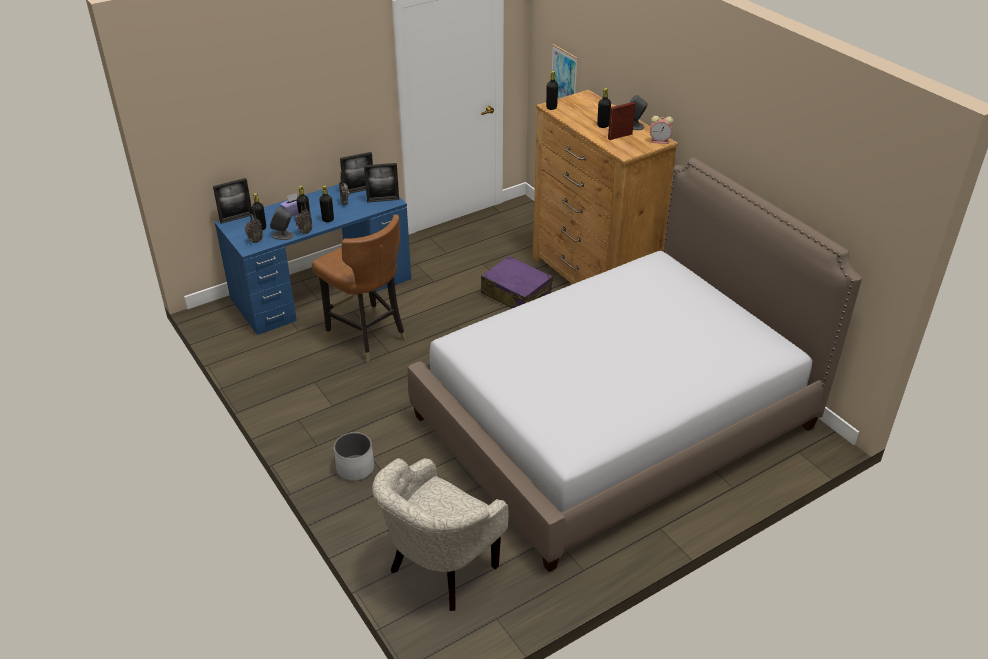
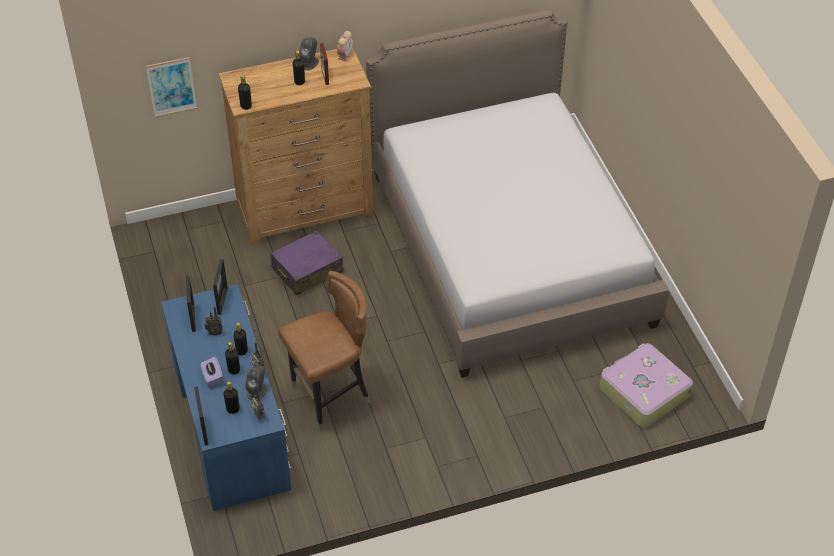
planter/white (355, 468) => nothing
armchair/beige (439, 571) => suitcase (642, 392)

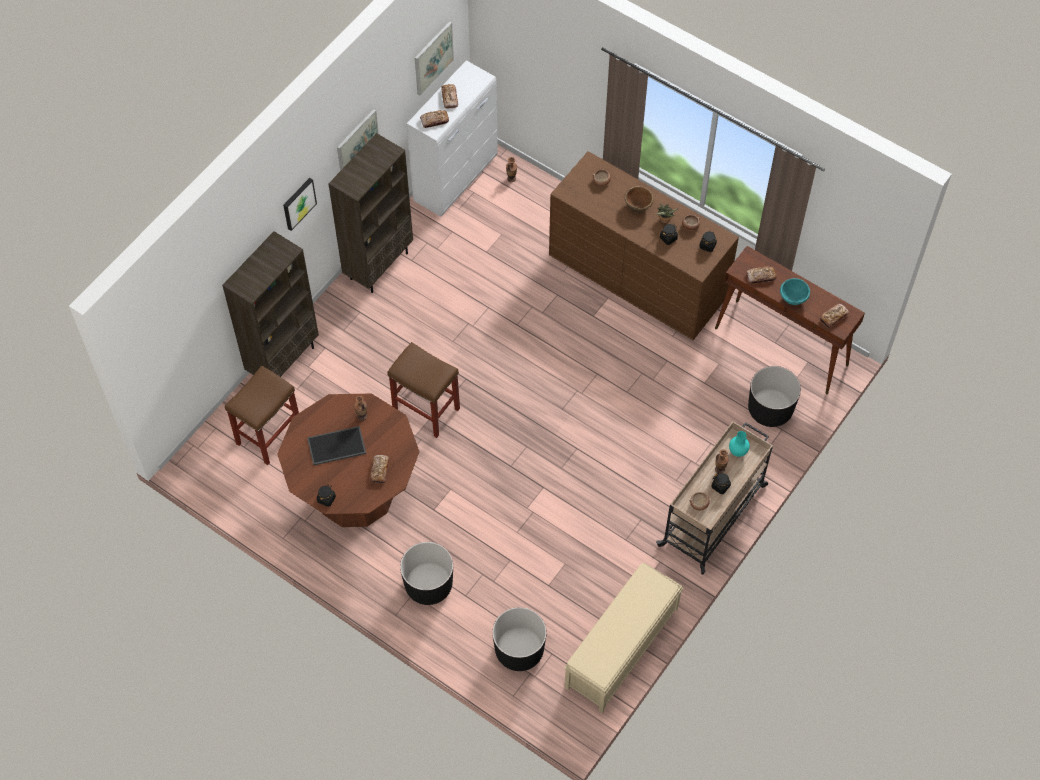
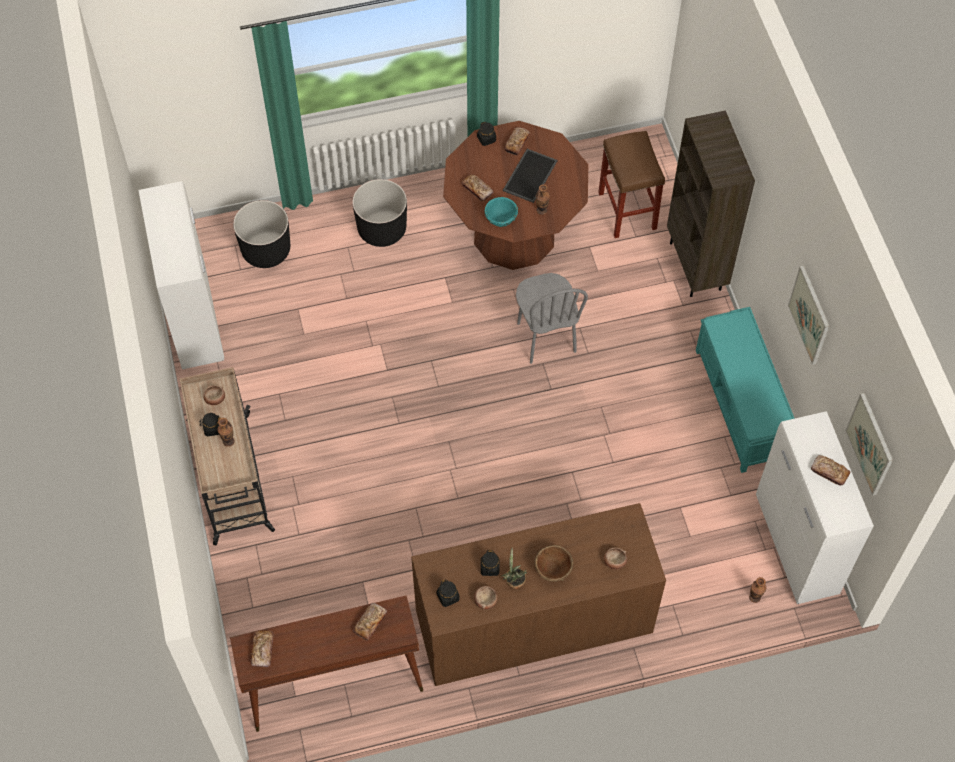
picture (298, 203) => nothing
bookcase/brown (378, 265) => bench/turquoise (741, 406)
stool/brown (427, 410) => chair/grey (545, 337)
bread (434, 121) => bread (517, 143), relocated
bench/beige (621, 649) => cabinet/white (194, 318)
vase/turquoise (738, 452) => nothing
planter/black (770, 409) => nothing
bowl/turquoise (793, 299) => bowl/turquoise (500, 220), relocated

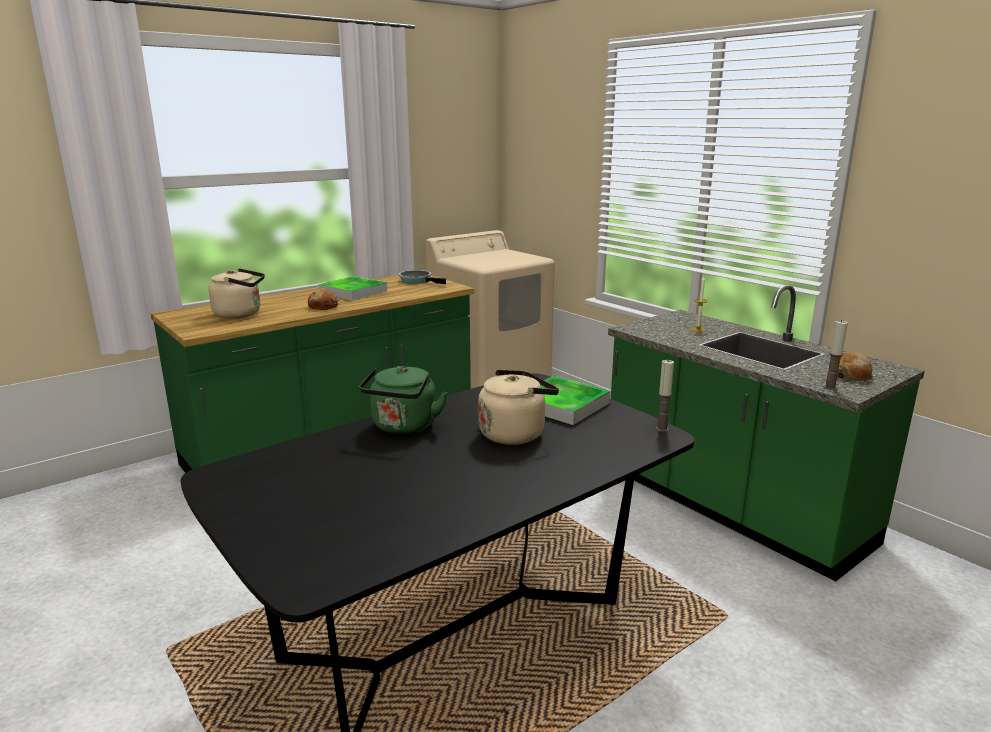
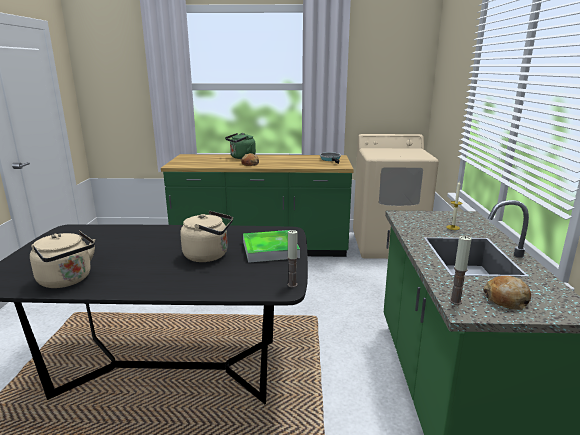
kettle/beige (241, 314) => kettle/beige (67, 280), relocated
tray (353, 292) => nothing
kettle/green (403, 427) => kettle/green (241, 158), relocated

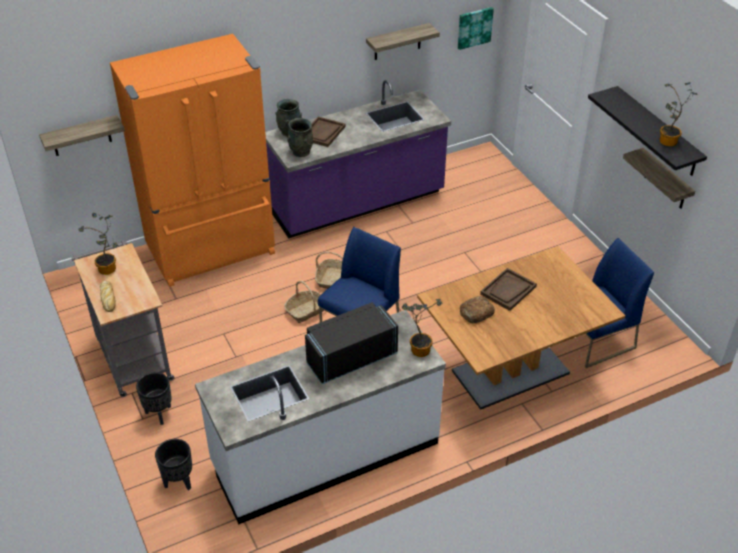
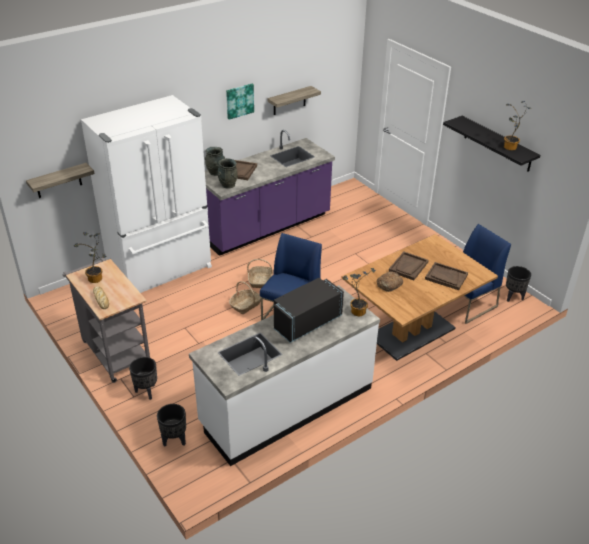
fridge/orange (212, 250) => fridge/white (161, 269)
picture (474, 27) => picture (239, 100), relocated
shelf (665, 180) => nothing
nothing => tray/brown (446, 277)
nothing => planter/black (513, 297)

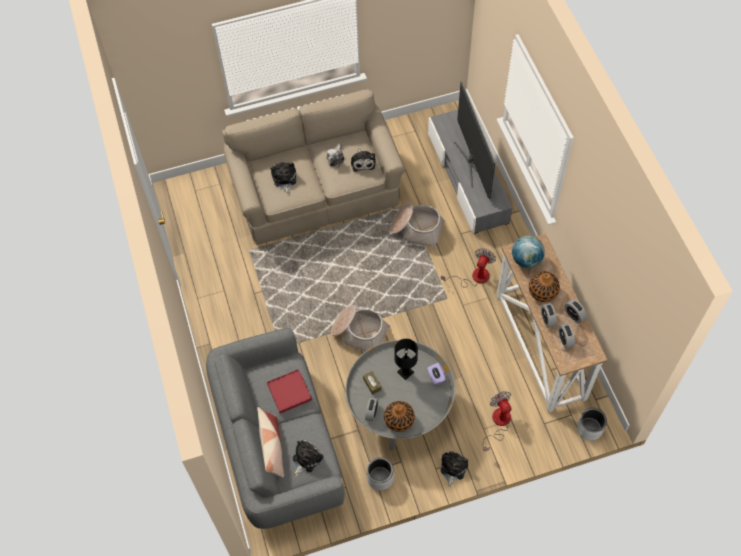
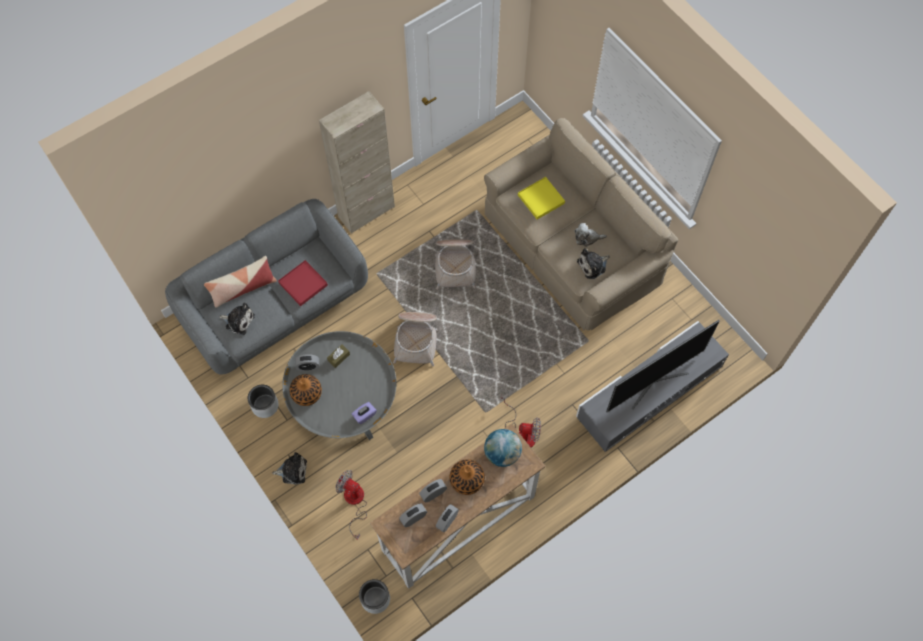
plush toy (284, 179) => tray/yellow (541, 199)
basket (416, 229) => basket (455, 265), relocated
table lamp/black (405, 372) => nothing
fan (498, 423) => fan (354, 502), 105 degrees counterclockwise
nothing => cabinet/beige (366, 212)

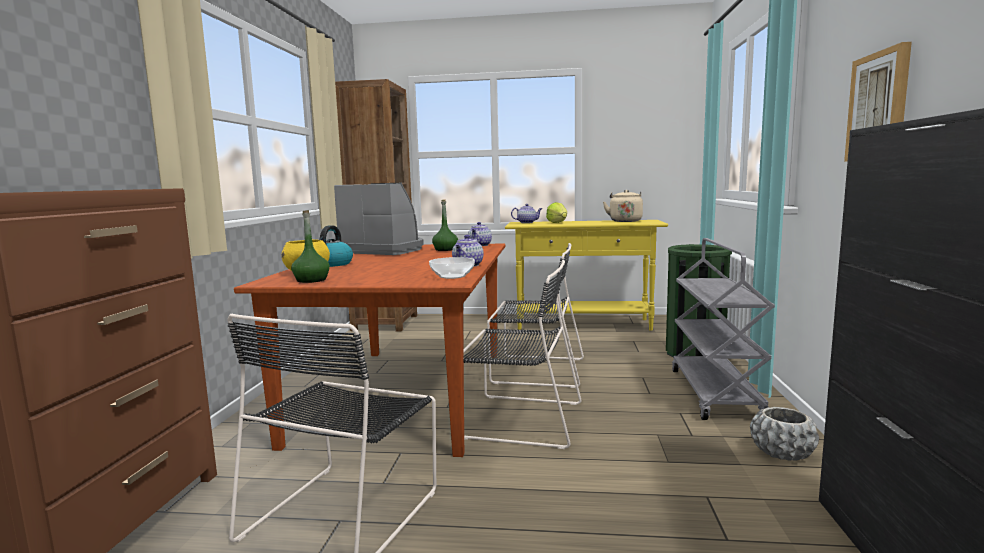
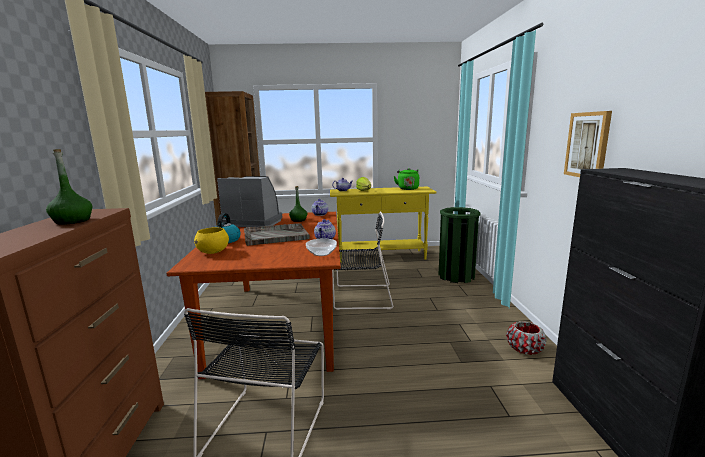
bottle/green (311, 280) => bottle/green (72, 221), relocated
chair/black (517, 419) => nothing
kettle/beige (625, 221) => kettle/green (407, 188)
cart/grey (715, 394) => nothing
planter/grey (781, 453) => planter/red (524, 349)
nothing => tray/grey (275, 235)

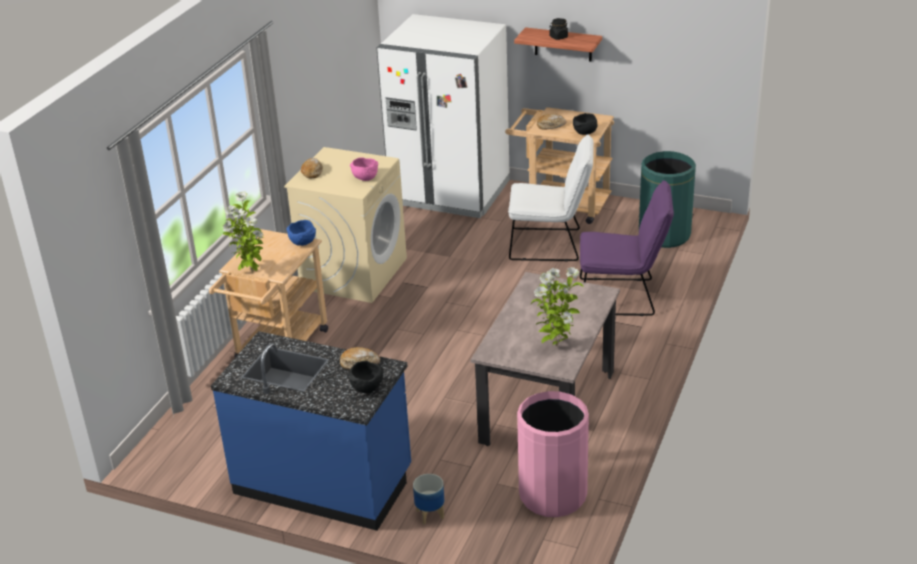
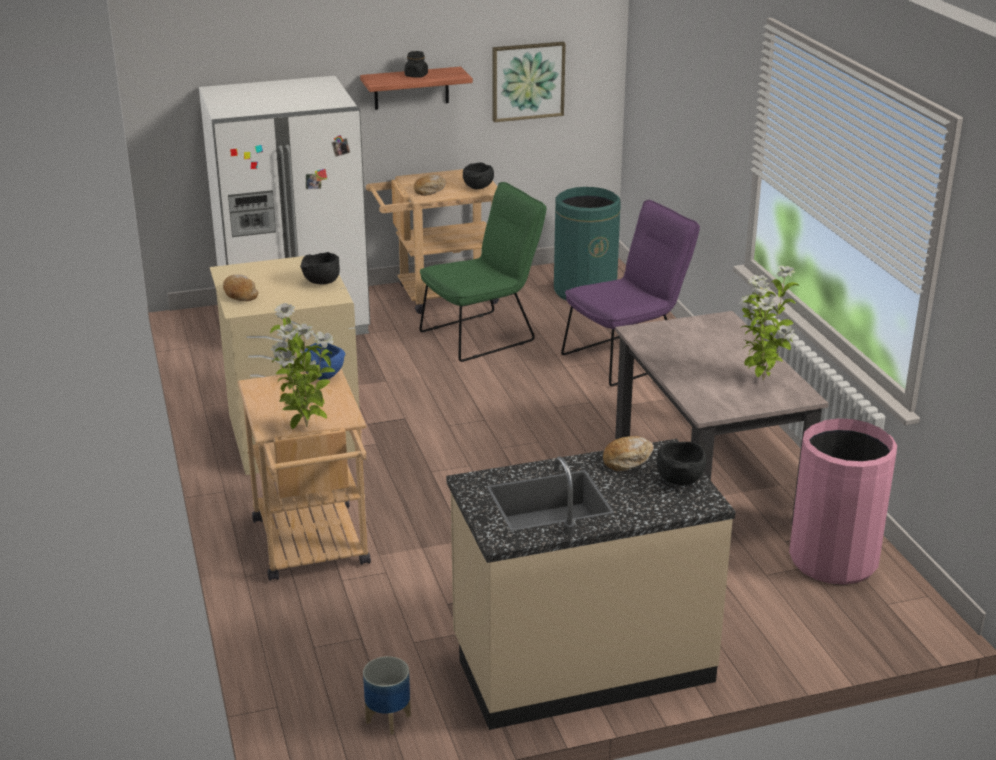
counter/blue (324, 482) => counter/beige (581, 662)
bowl/pink (364, 178) => bowl/black (321, 282)
planter (429, 514) => planter (388, 719), relocated
chair/white (551, 245) => chair/green (484, 335)
nothing => picture (527, 81)

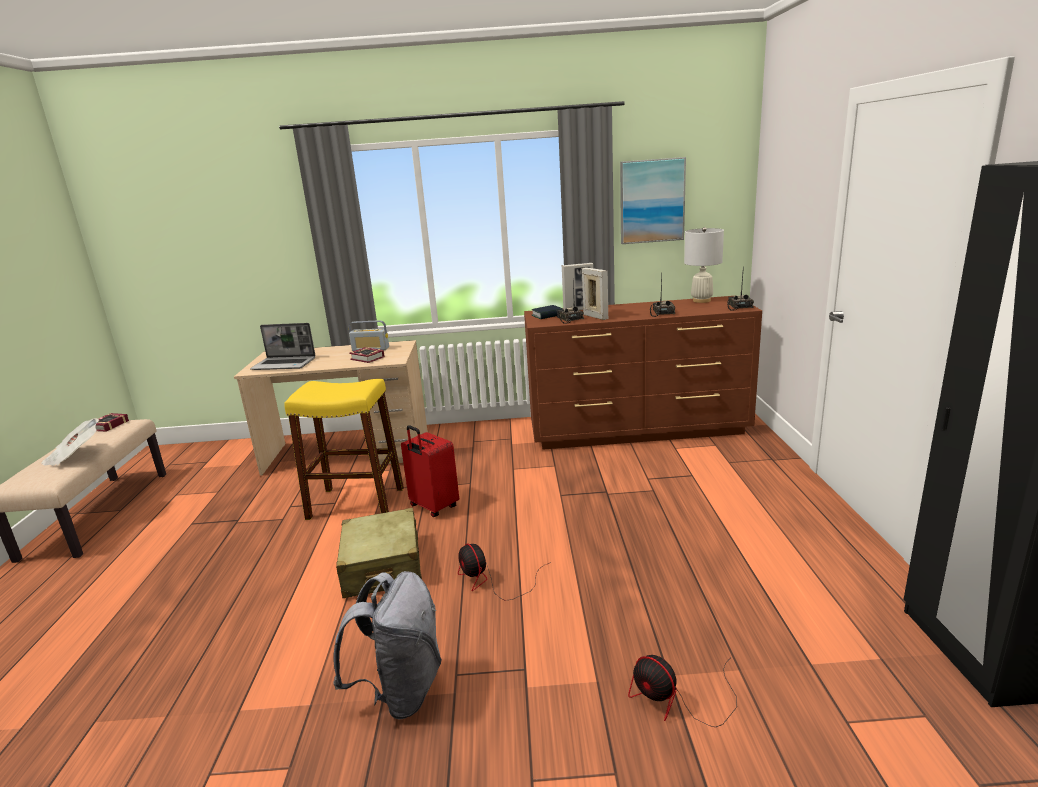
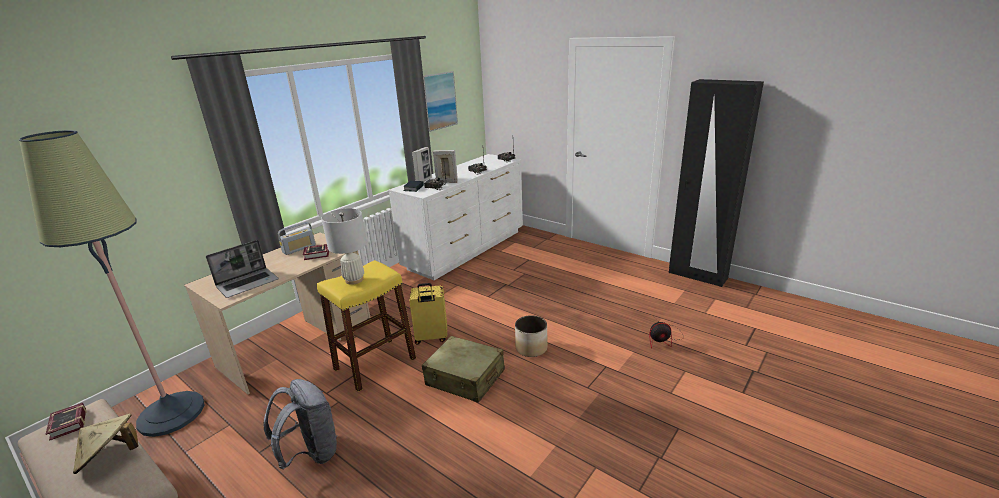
newspaper (75, 456) => hat/beige (111, 457)
backpack/grey (401, 691) => backpack/grey (311, 453), relocated
suitcase/red (433, 507) => suitcase/yellow (431, 338)
fan (491, 581) => planter (531, 348)
dresser/brown (638, 430) => dresser/white (467, 249)
table lamp/white (701, 300) => table lamp/white (354, 280), relocated
nothing => floor lamp (171, 414)

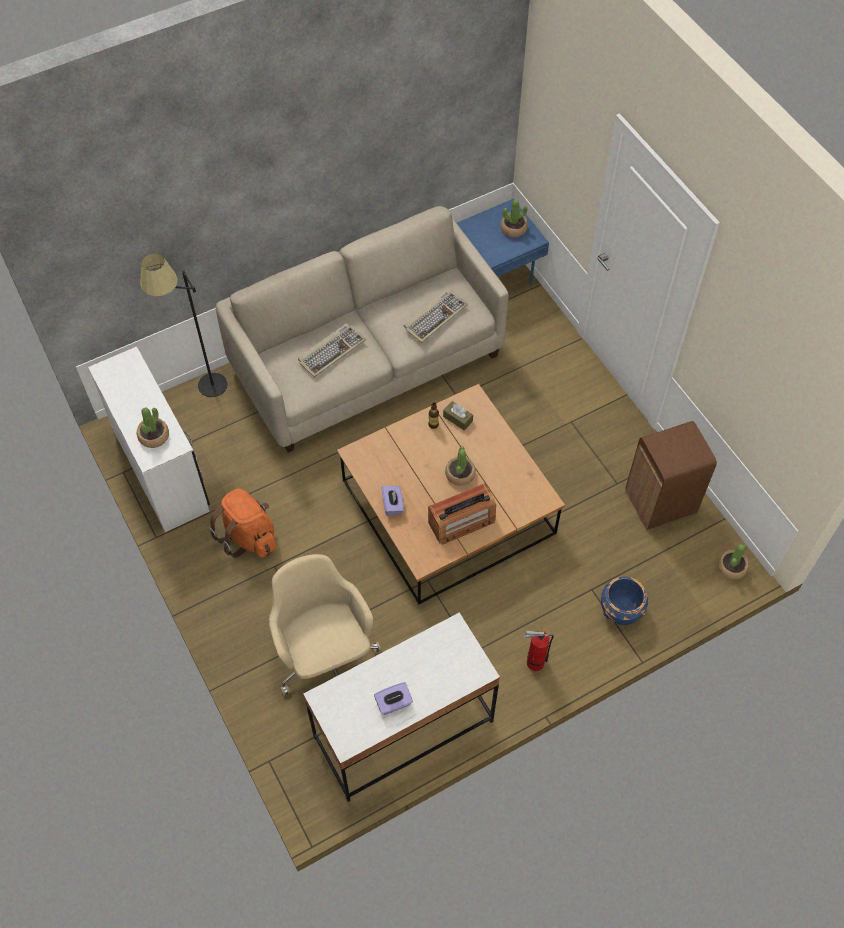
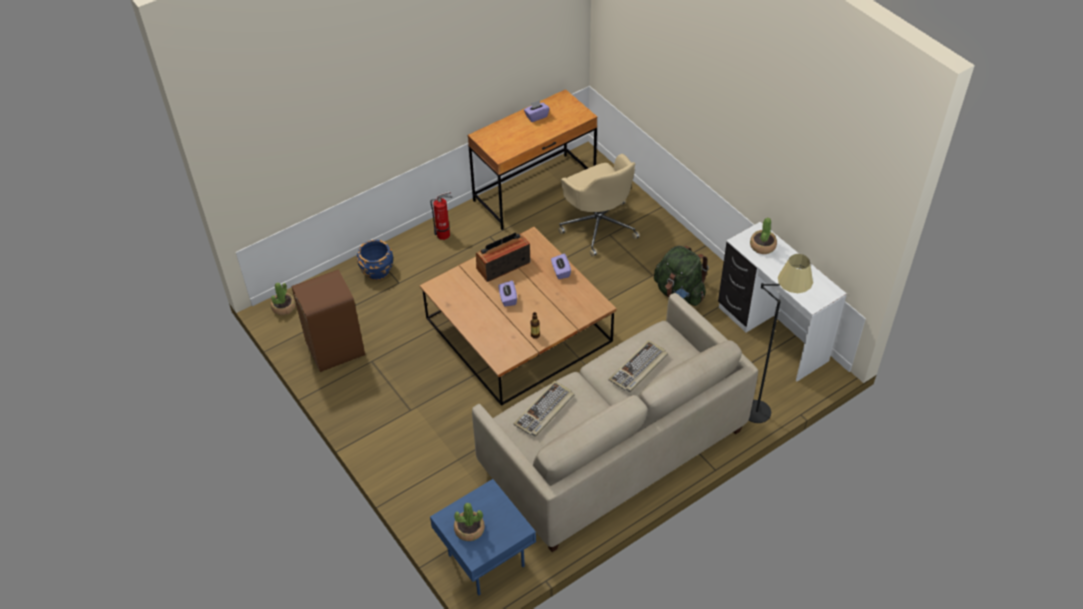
backpack/orange (248, 536) => backpack/green (679, 293)
desk/white (403, 729) => desk/brown (535, 191)
tissue box/brown (457, 419) => nothing
potted plant (460, 474) => tissue box/purple (508, 299)

